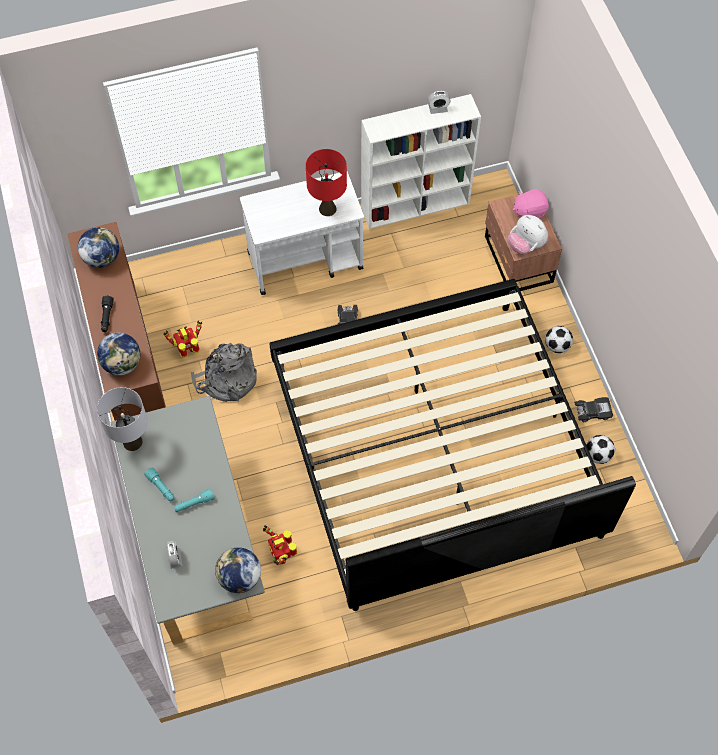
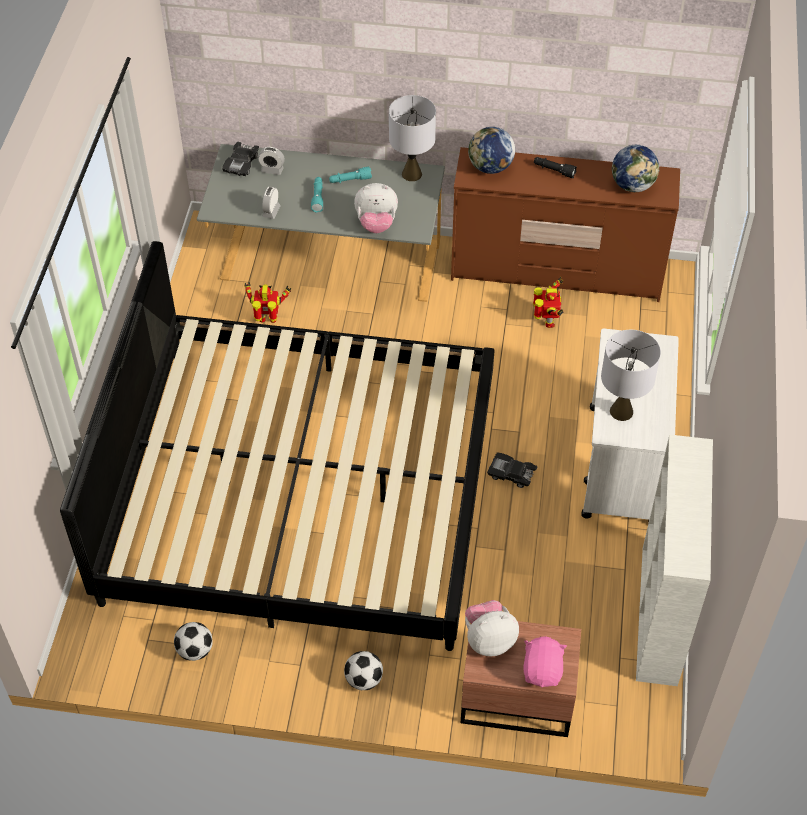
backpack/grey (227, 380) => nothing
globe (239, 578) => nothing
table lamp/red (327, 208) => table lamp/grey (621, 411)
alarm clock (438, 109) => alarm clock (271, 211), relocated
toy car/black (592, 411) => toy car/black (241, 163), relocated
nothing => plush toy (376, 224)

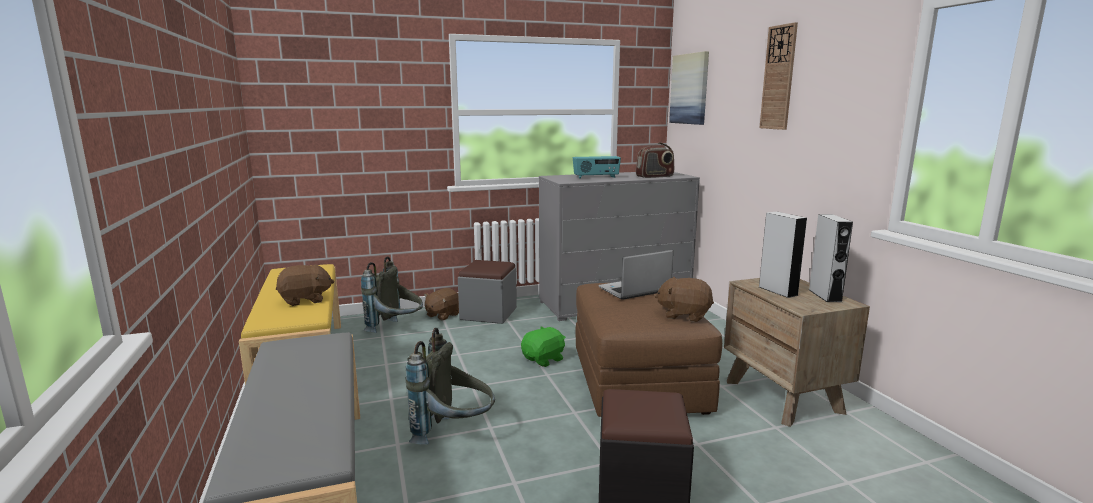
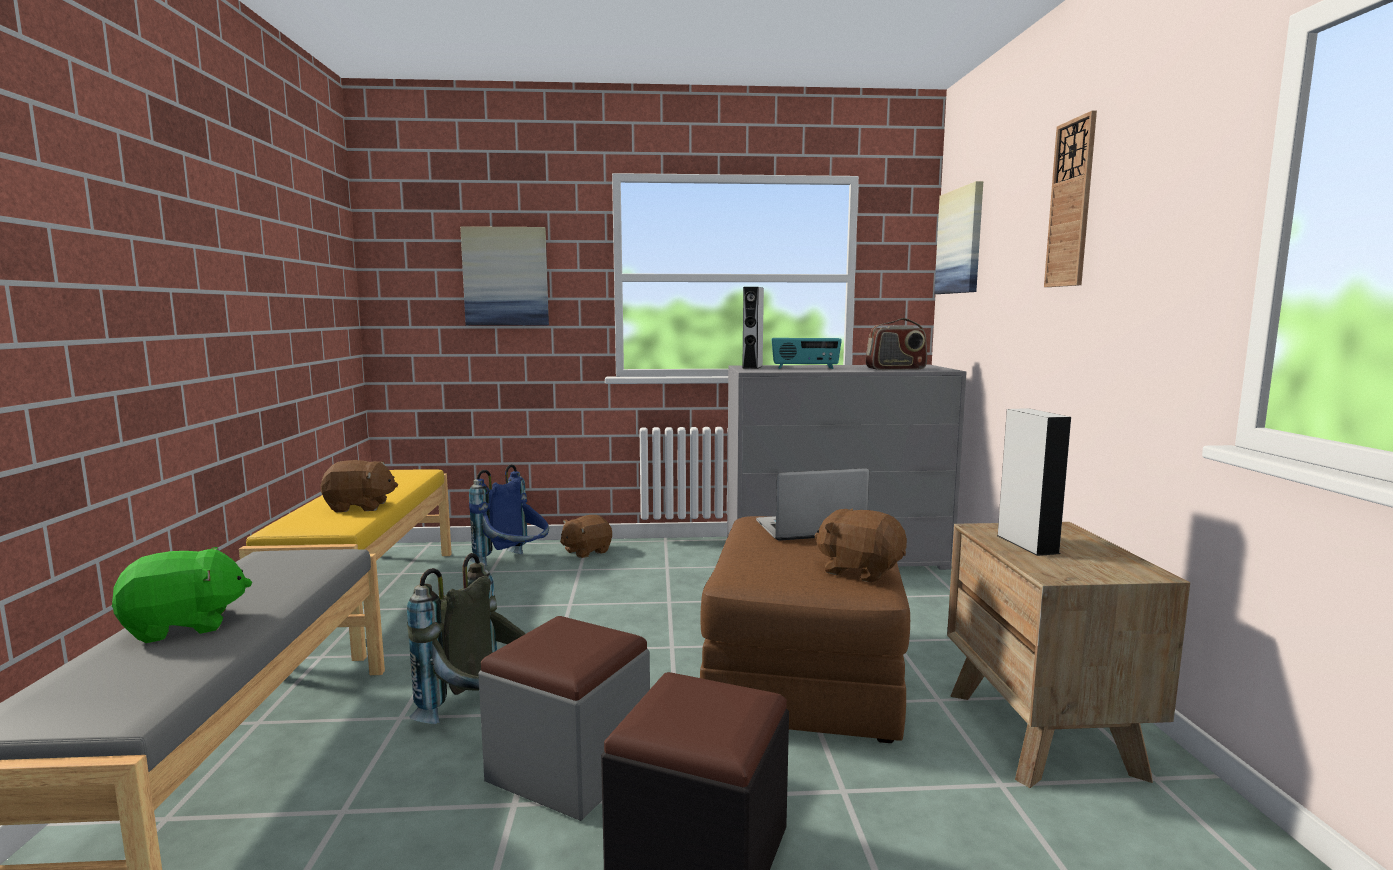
backpack/grey (397, 330) => backpack/blue (515, 565)
ottoman/grey (488, 314) => ottoman/grey (570, 767), relocated
plush toy/green (544, 359) => plush toy/green (184, 626), relocated
speaker/grey (825, 295) => speaker/grey (752, 367), relocated
nothing => picture (506, 276)

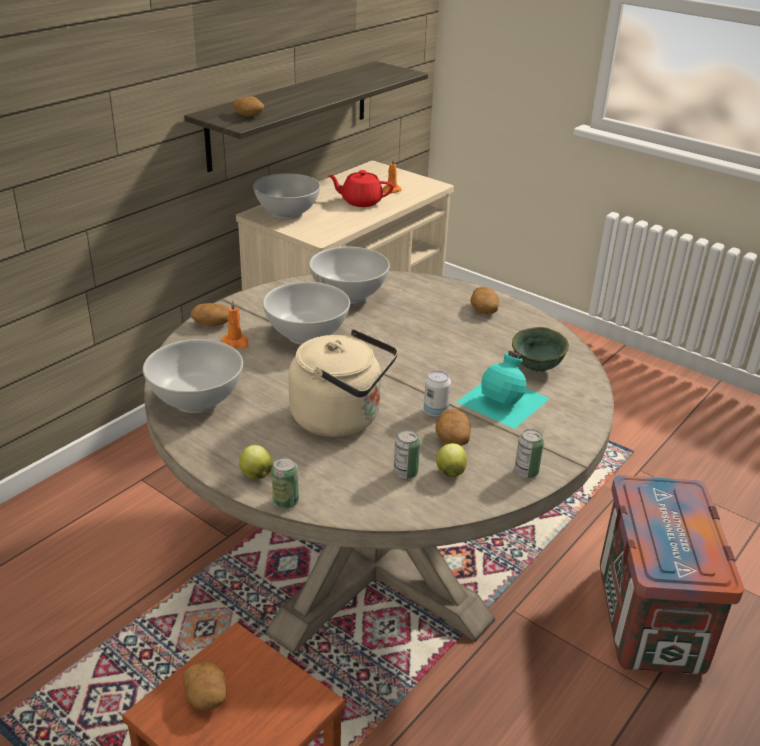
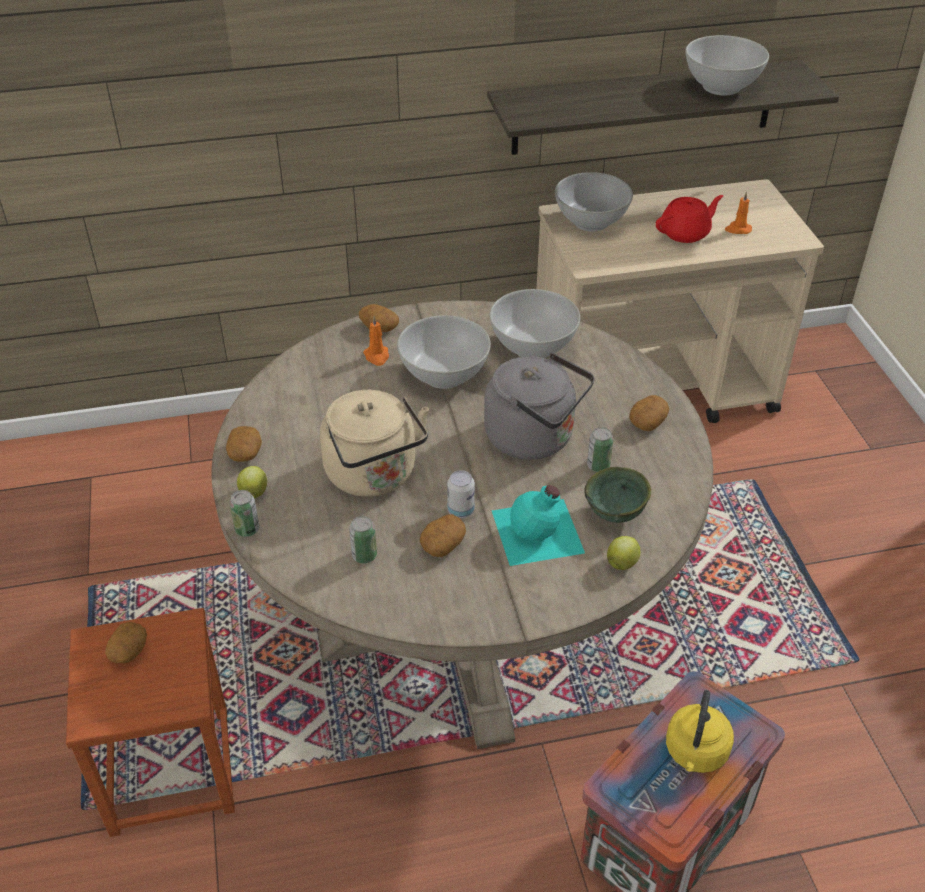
bowl/white (196, 401) => bowl/white (721, 87), relocated
potato (249, 116) => potato (245, 453), relocated
teapot/red (360, 201) => teapot/red (685, 233), 105 degrees clockwise
apple (450, 472) => apple (622, 563), relocated
can (526, 472) => can (598, 465), relocated
nothing => kettle/grey (535, 438)
nothing => kettle/yellow (695, 753)

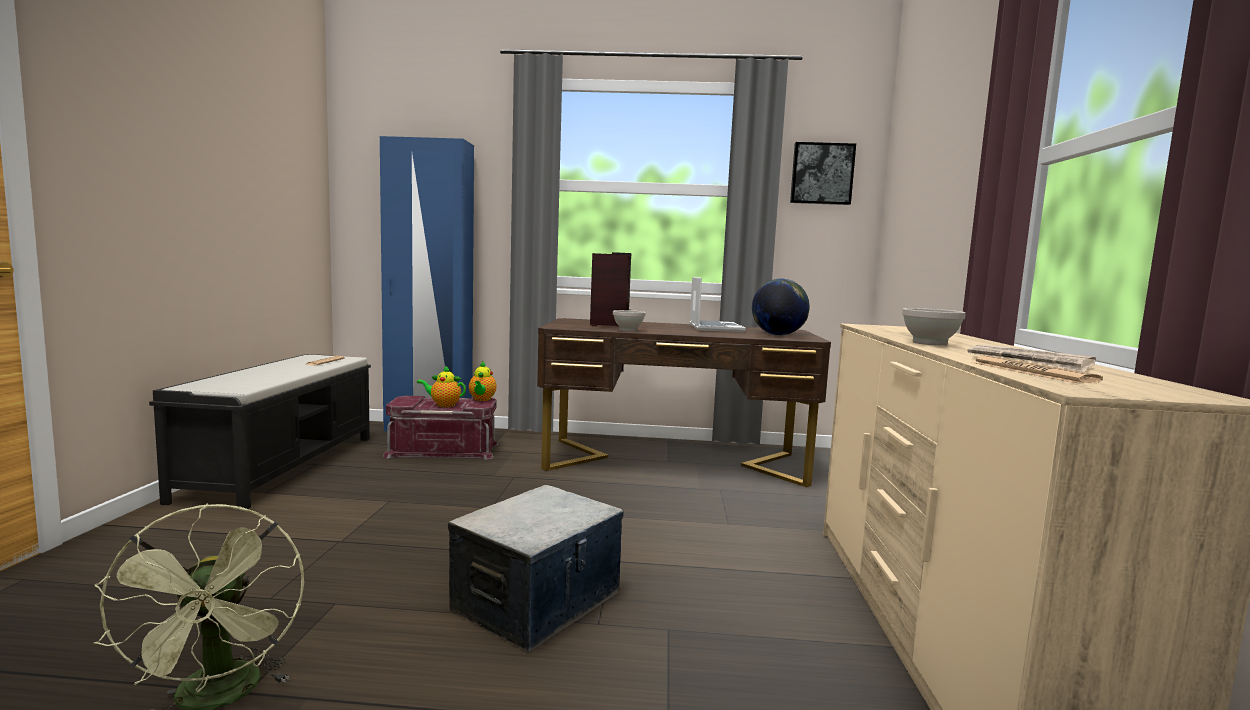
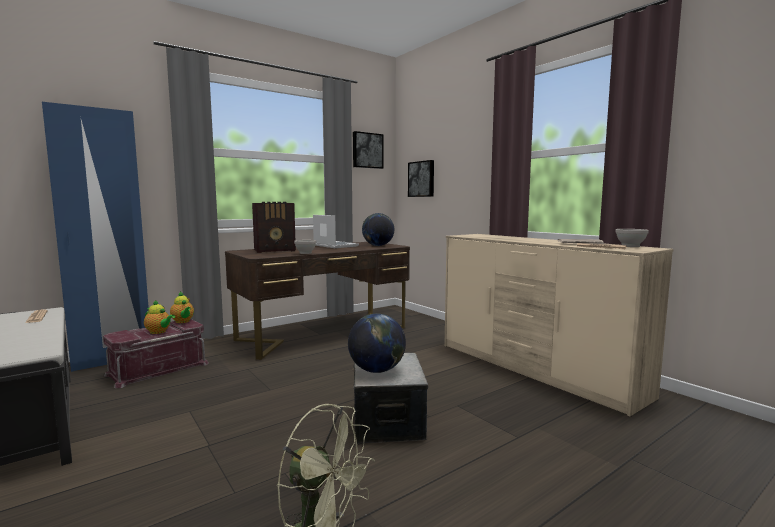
teapot (443, 405) => teapot (159, 332), 120 degrees counterclockwise
radio (610, 324) => radio (275, 250), 105 degrees clockwise
bowl/white (929, 343) => bowl/white (630, 246), relocated
nothing => globe (377, 371)
nothing => picture (422, 179)

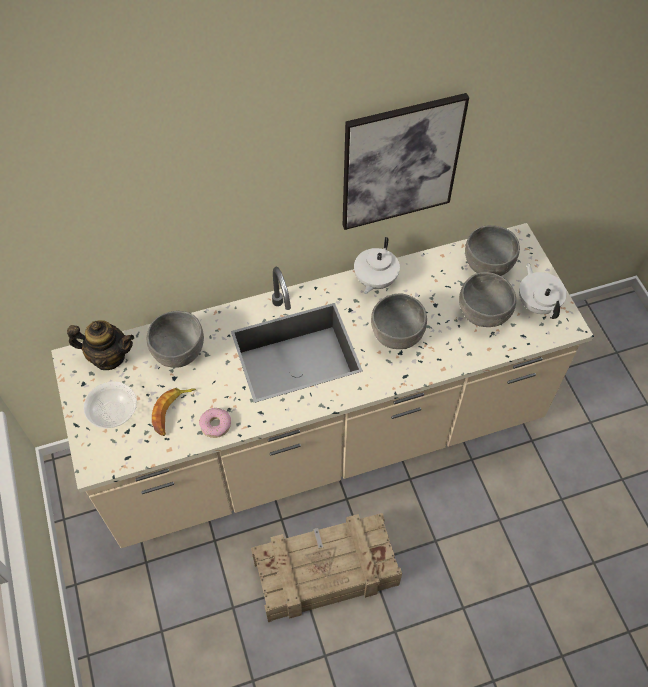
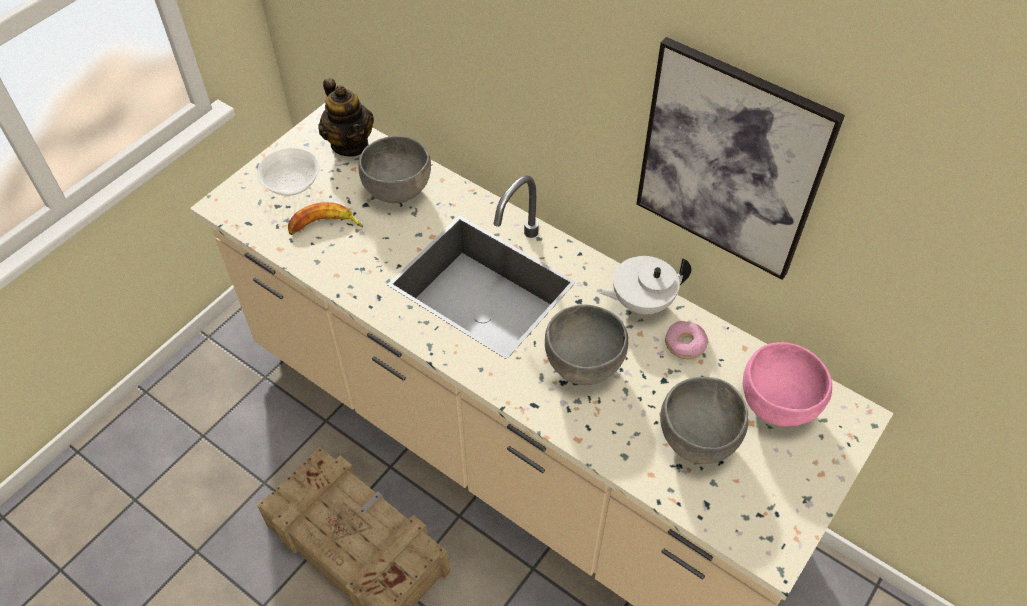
donut (215, 425) => donut (685, 344), relocated
bowl/grey (487, 266) => bowl/pink (776, 405)
teapot/white (537, 304) => nothing

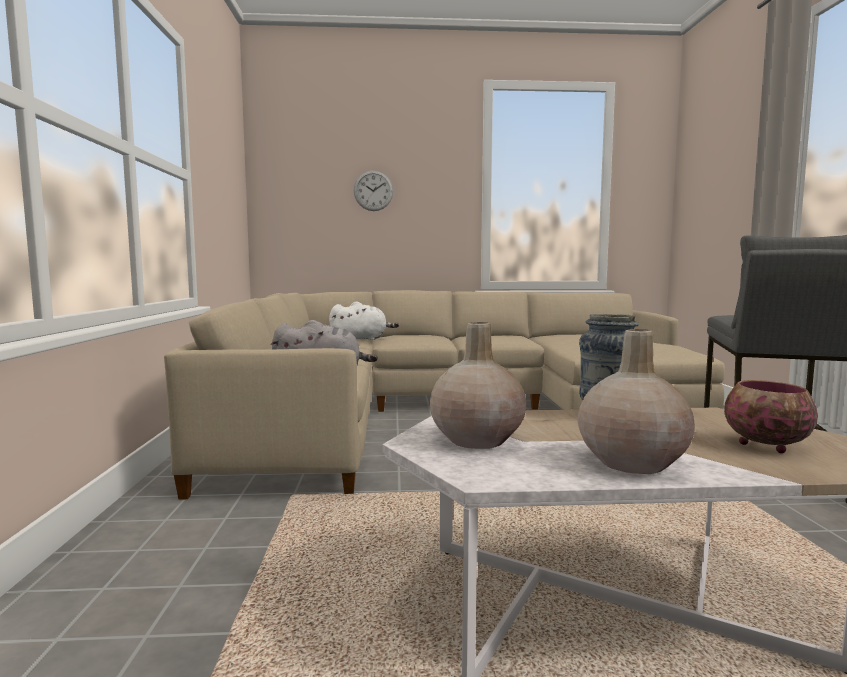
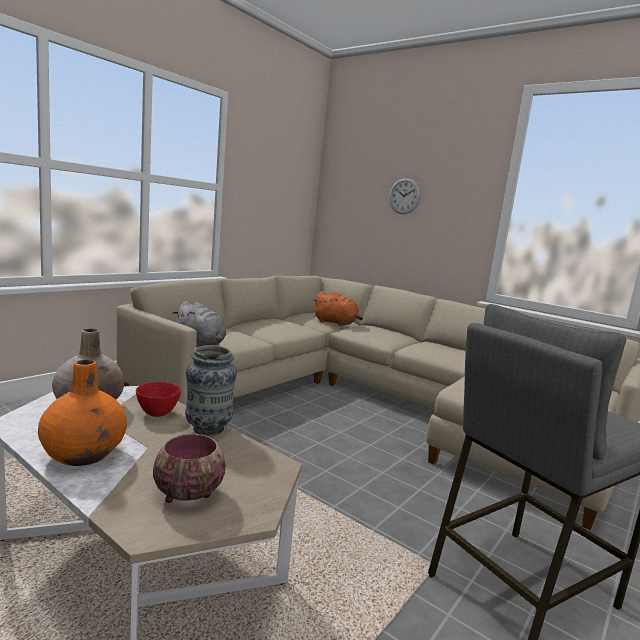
plush toy/white (361, 339) => plush toy/orange (336, 323)
vase/beige (631, 462) => vase/orange (84, 454)
nothing => bowl/red (156, 413)

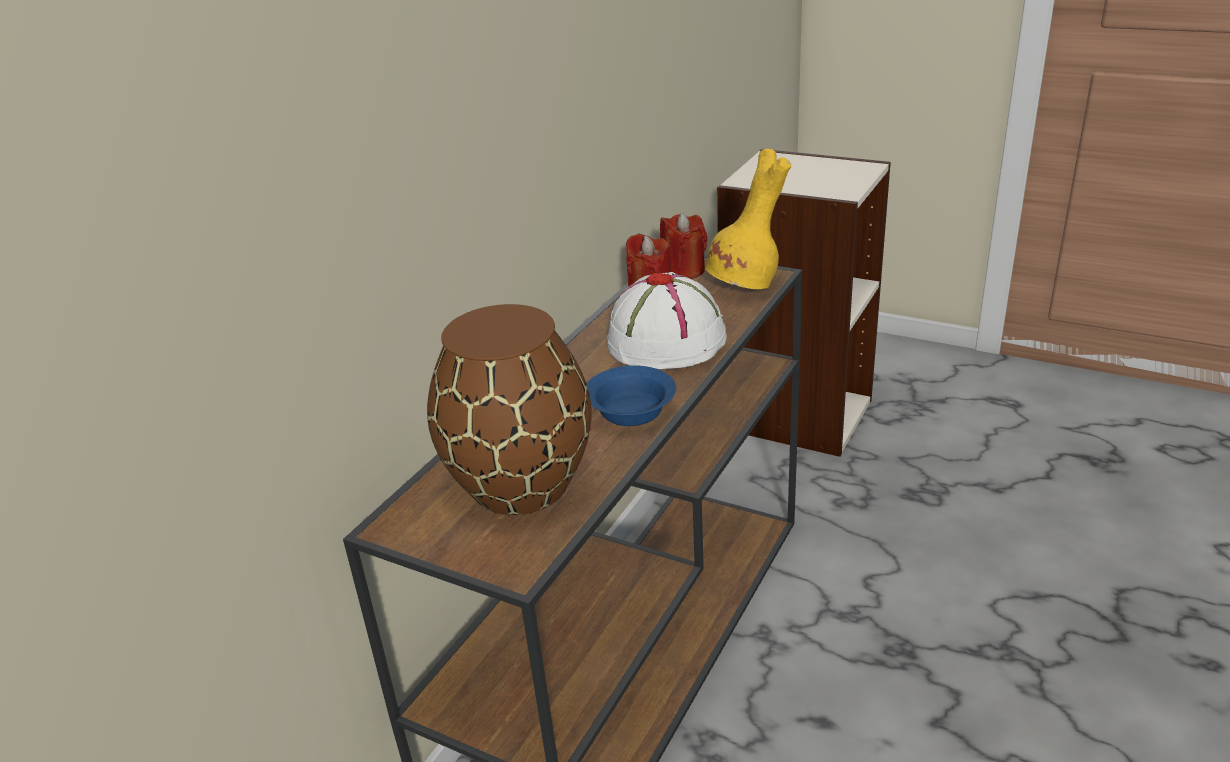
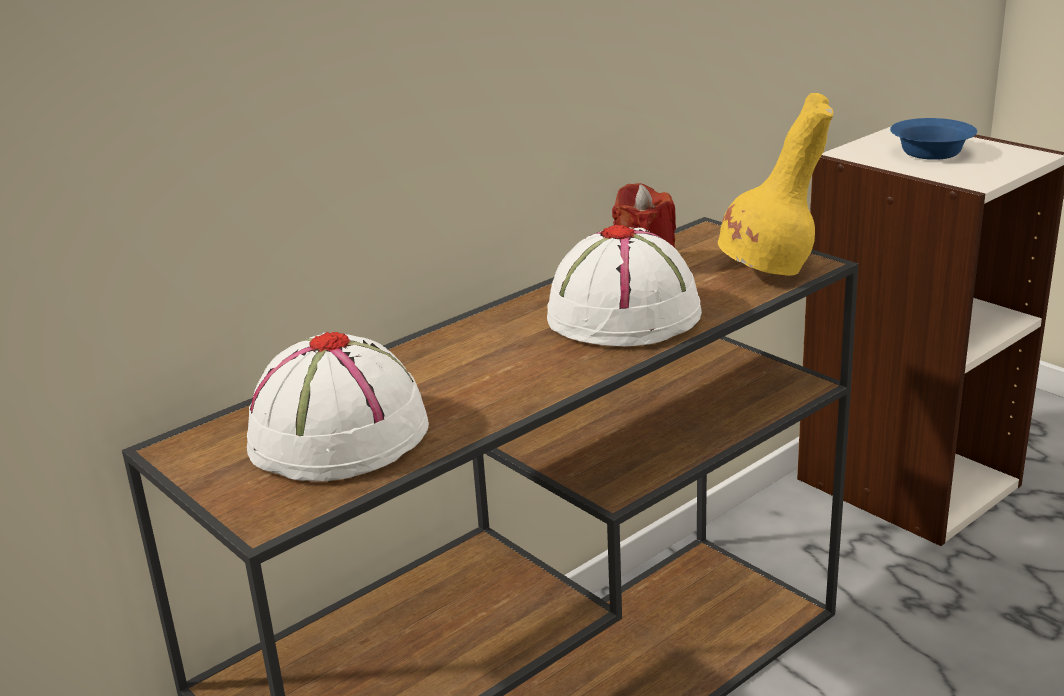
vase/brown (520, 486) => hat/white (337, 436)
bowl/blue (632, 410) => bowl/blue (932, 152), relocated
candle/red (683, 271) => nothing

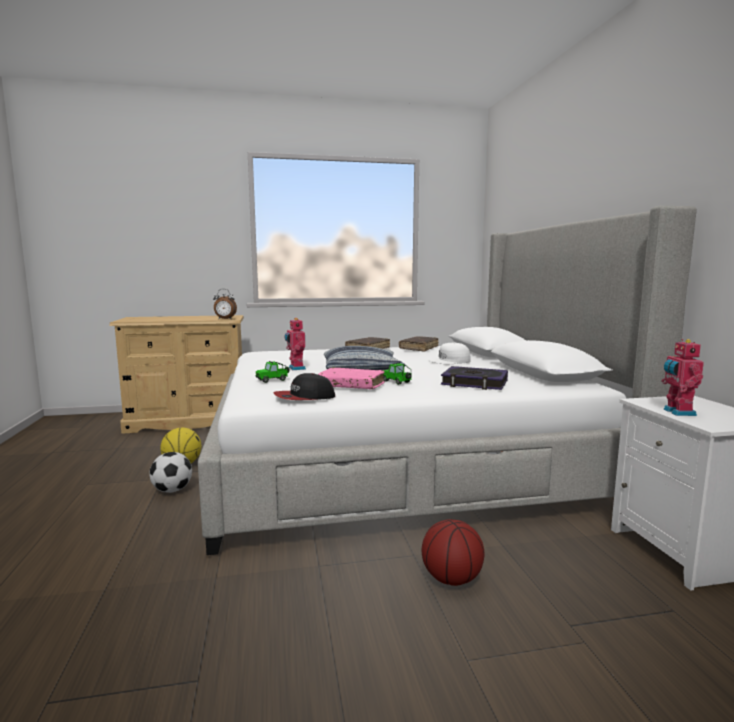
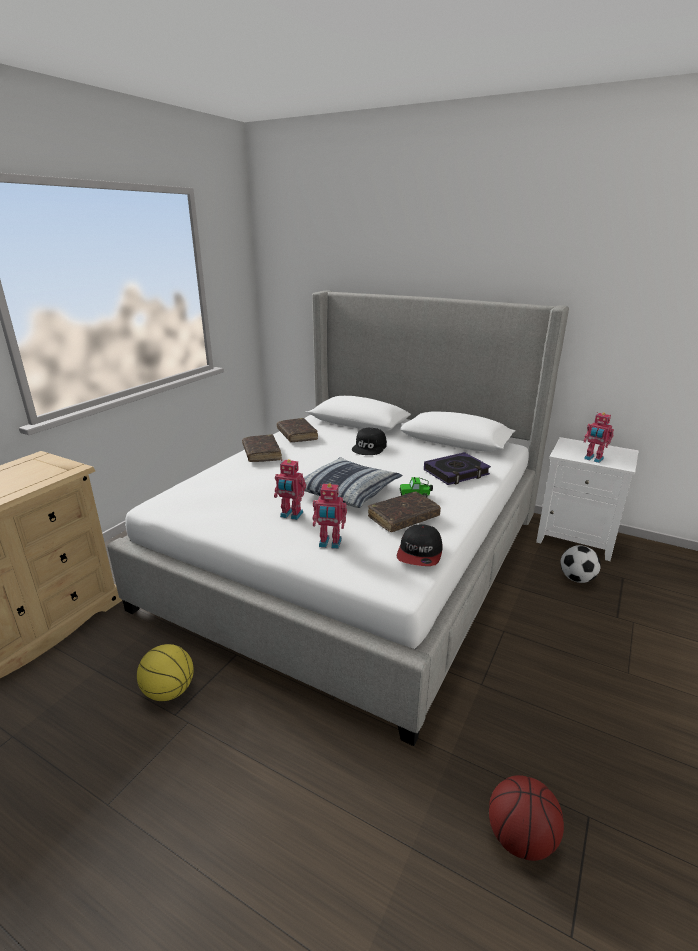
football (172, 490) => football (576, 578), relocated
alarm clock (225, 319) => nothing
toy car (273, 380) => toy robot (330, 544)
book/pink (351, 386) => book/brown (403, 518)
basketball (451, 579) => basketball (521, 838), relocated
cap/white (450, 361) => cap/black (369, 447)

